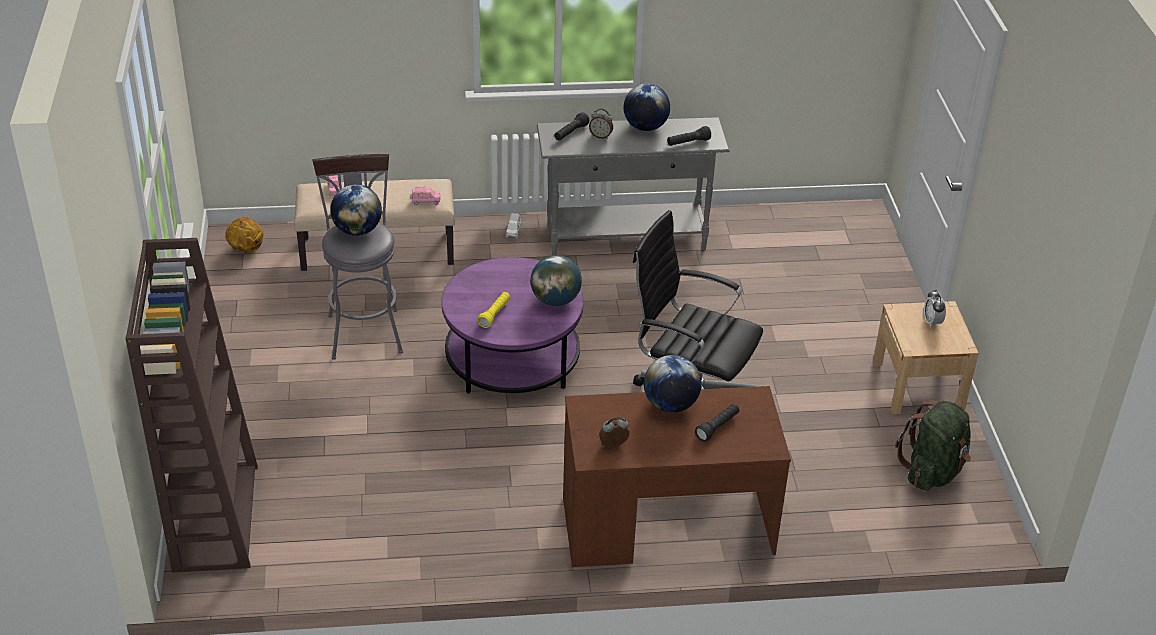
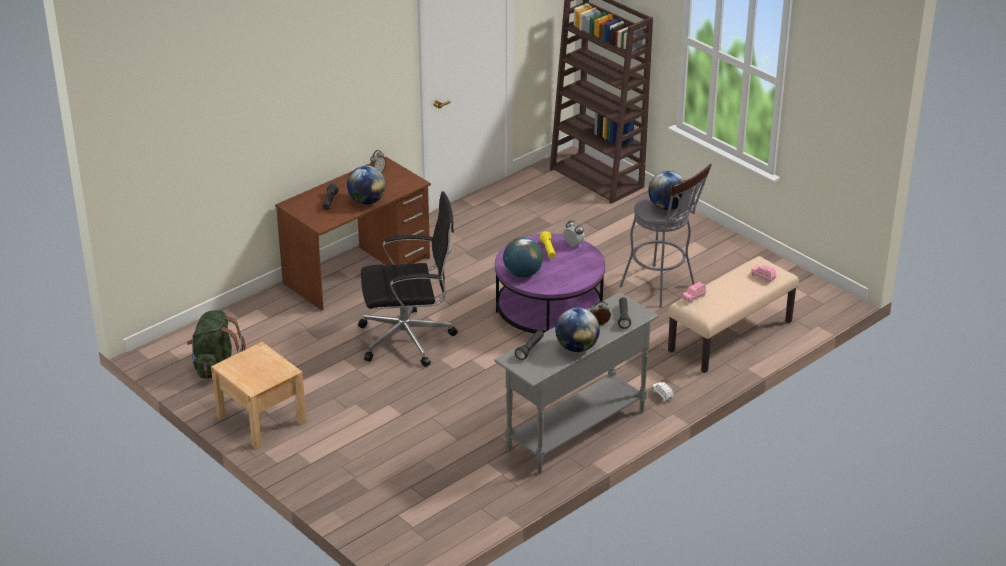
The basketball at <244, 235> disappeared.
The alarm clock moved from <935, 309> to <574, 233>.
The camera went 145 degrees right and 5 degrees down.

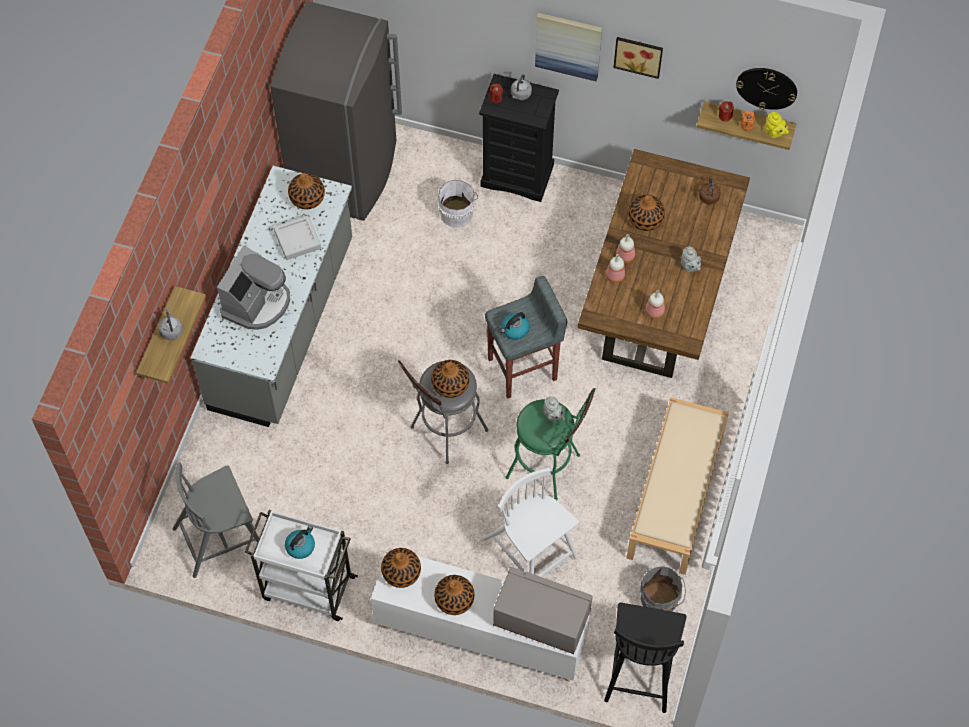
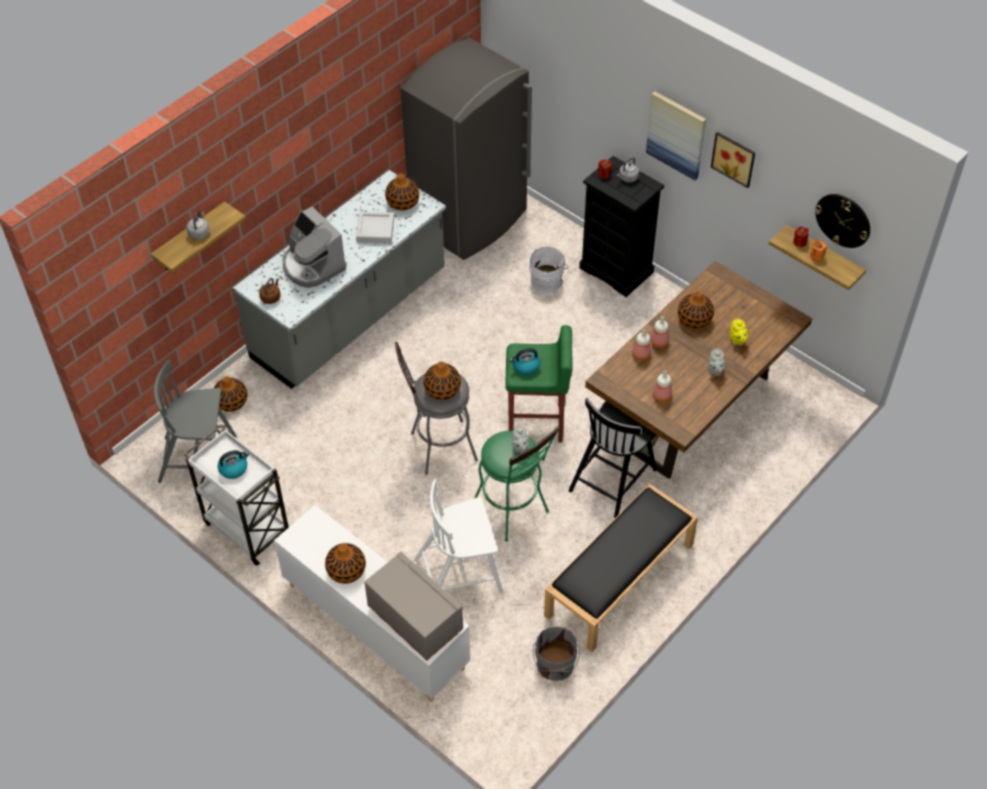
The yellow teapot moved from <777, 125> to <739, 331>.
The brown kettle moved from <709, 190> to <269, 291>.
The coffee machine at <253, 288> turned 90 degrees clockwise.
The grey stool at <526, 337> became the green stool at <539, 383>.
The beige bench at <677, 486> became the black bench at <621, 568>.
The white chair at <531, 522> turned 90 degrees counterclockwise.
The vase moved from <401, 568> to <230, 394>.
The black chair moved from <645, 657> to <612, 458>.
The camera went 25 degrees right and 10 degrees down.

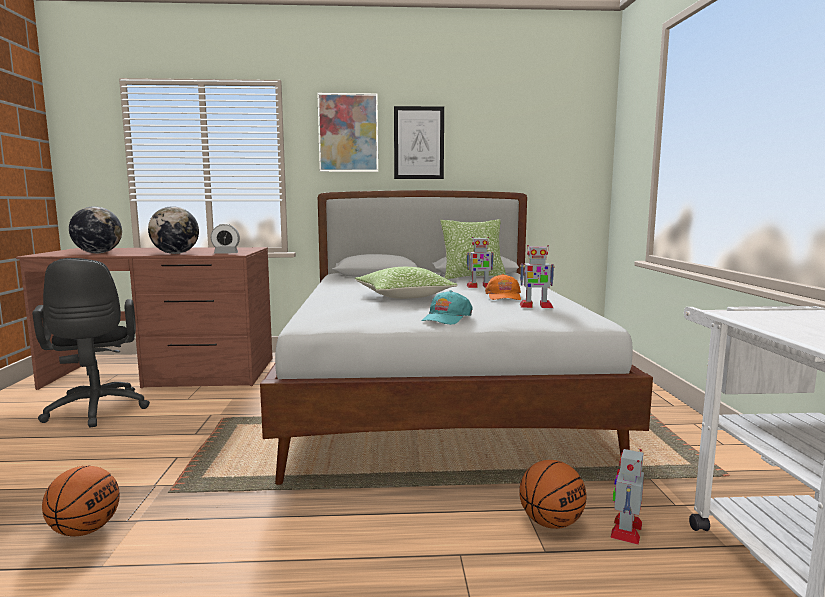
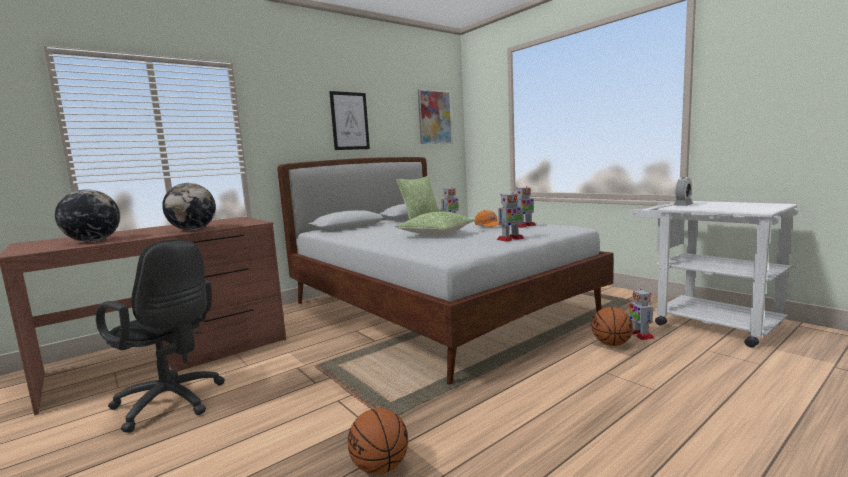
The picture moved from <347, 132> to <435, 116>.
The alarm clock moved from <225, 239> to <683, 191>.
The turquoise cap at <447, 307> was replaced by the toy robot at <511, 218>.
The camera went 35 degrees left and 0 degrees up.

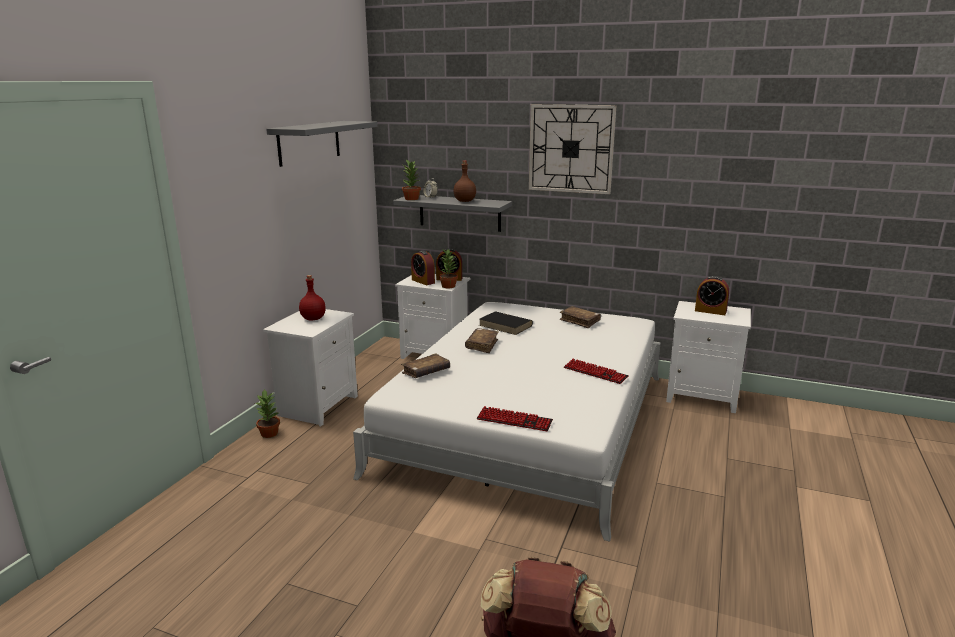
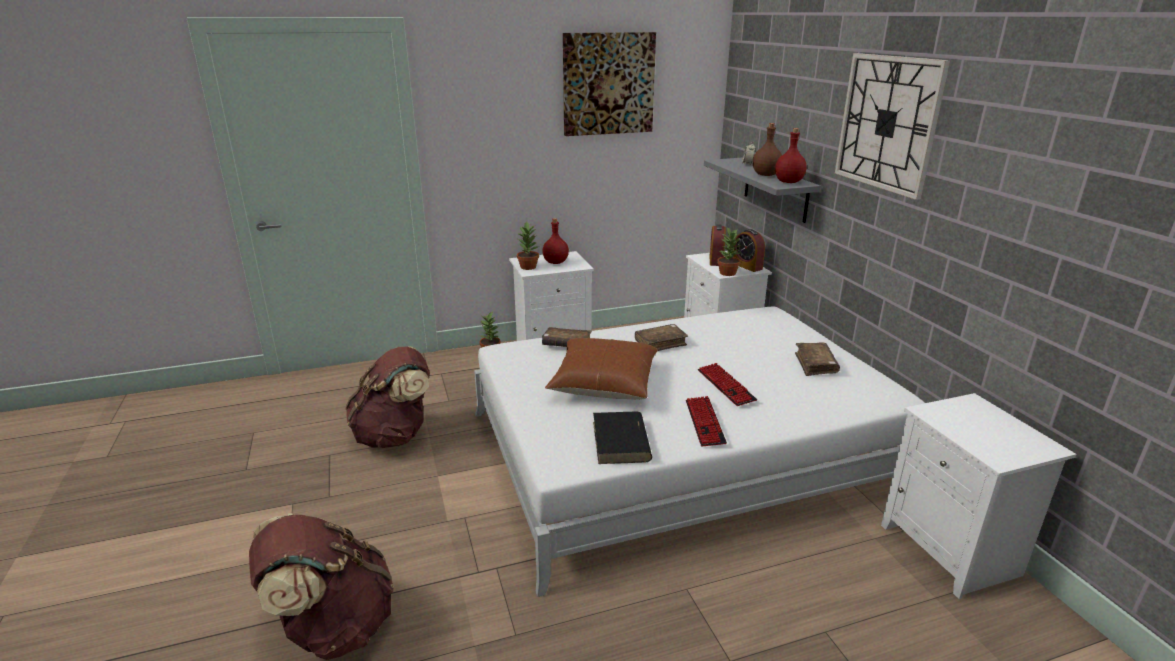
The grey shelf at <322, 144> was replaced by the picture at <609, 84>.
The potted plant moved from <411, 180> to <528, 246>.
The alarm clock at <712, 295> disappeared.
The black book moved from <506, 323> to <622, 437>.
The keyboard moved from <514, 418> to <727, 384>.
The red bottle at <791, 155> appeared.
The brown pillow at <601, 369> appeared.
The brown backpack at <388, 397> appeared.
The camera went 50 degrees right and 5 degrees up.

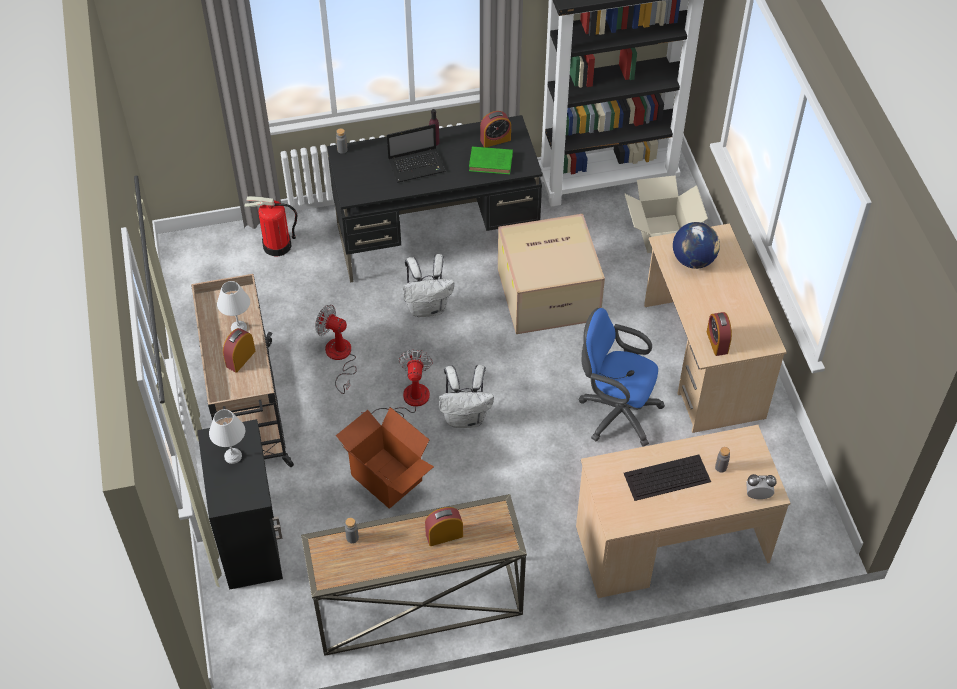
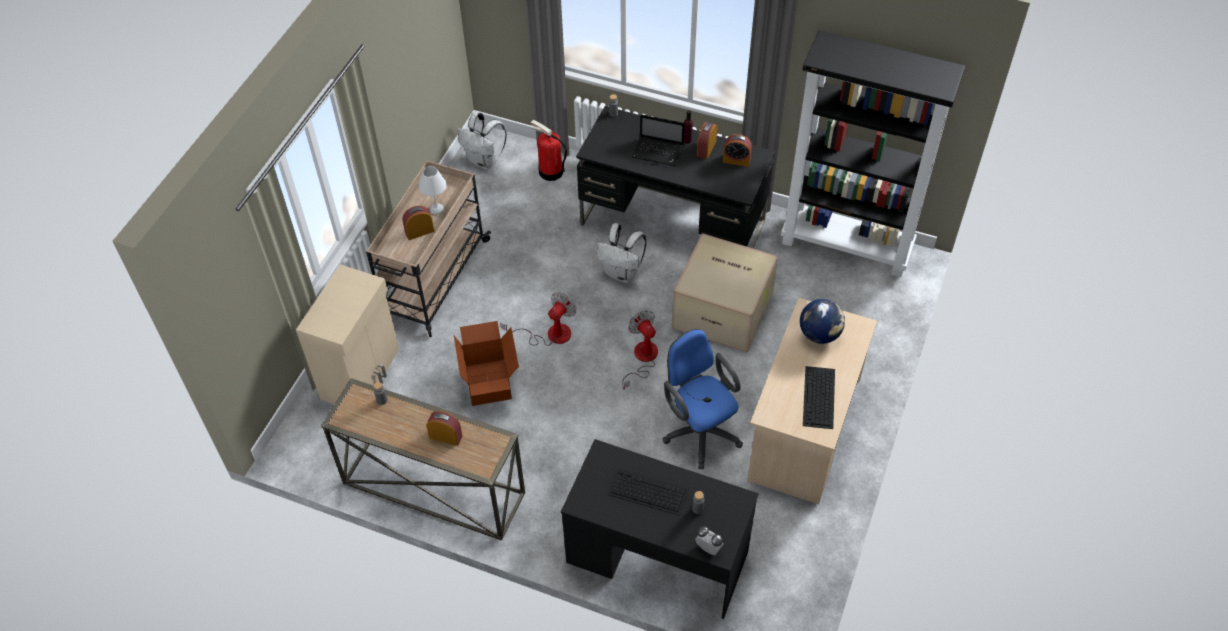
The green book at <491, 160> disappeared.
The cardboard box at <666, 214> disappeared.
The fan moved from <336, 349> to <640, 350>.
The alarm clock moved from <719, 334> to <707, 140>.
The white backpack moved from <466, 396> to <482, 141>.
The white table lamp at <227, 436> disappeared.
The black cabinet at <240, 504> became the beige cabinet at <347, 334>.
The beige desk at <683, 511> became the black desk at <660, 529>.
The keyboard at <819, 397> appeared.
The camera went 35 degrees right and 0 degrees up.

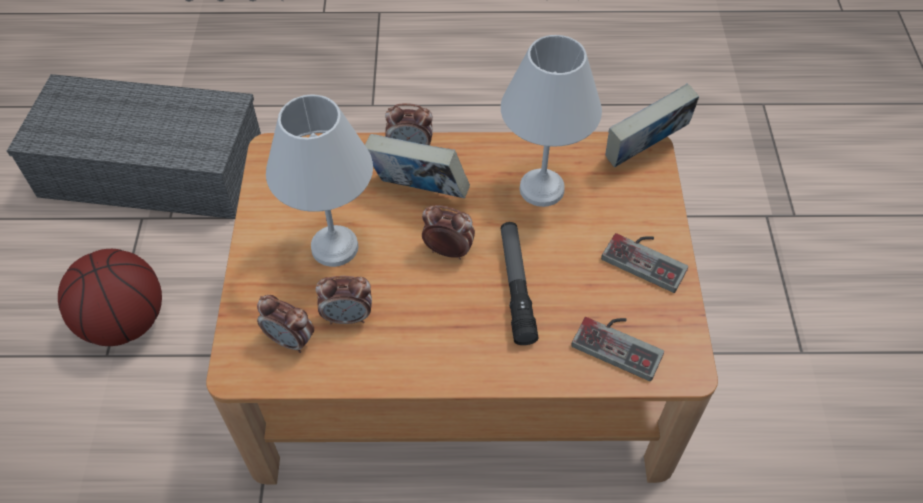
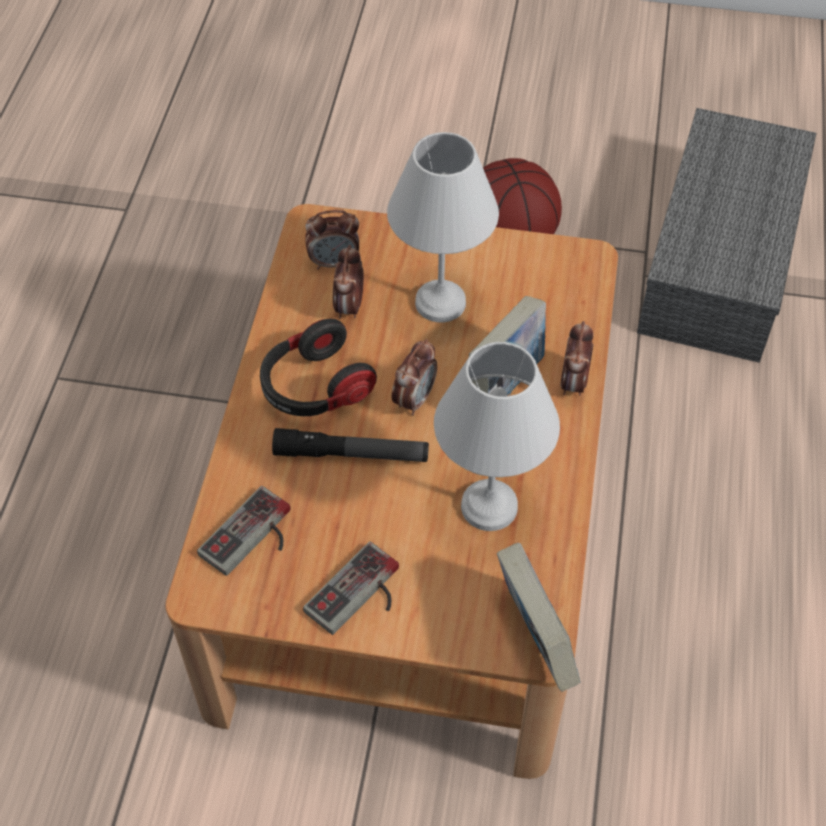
The alarm clock at <285, 324> turned 135 degrees counterclockwise.
The headphones at <318, 367> appeared.
The camera went 100 degrees right and 0 degrees up.

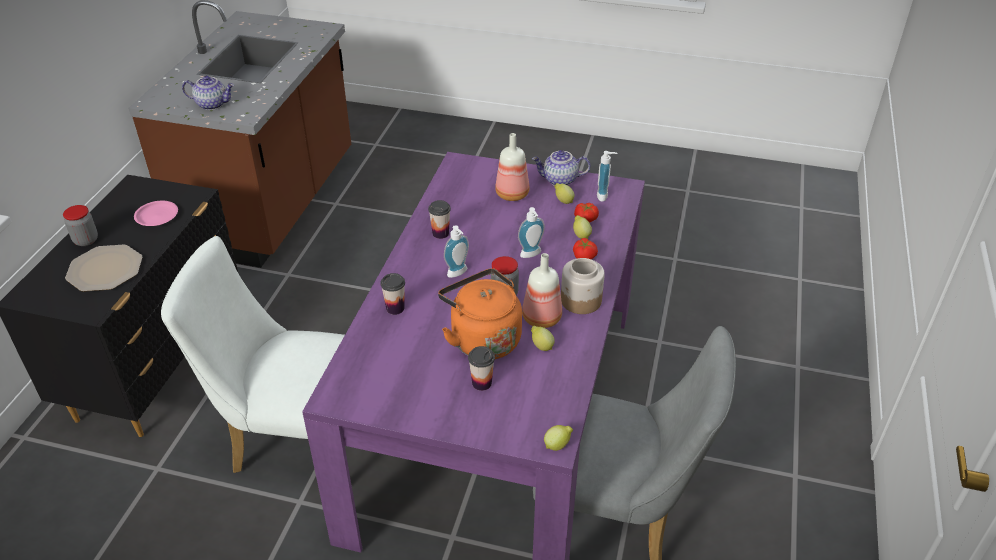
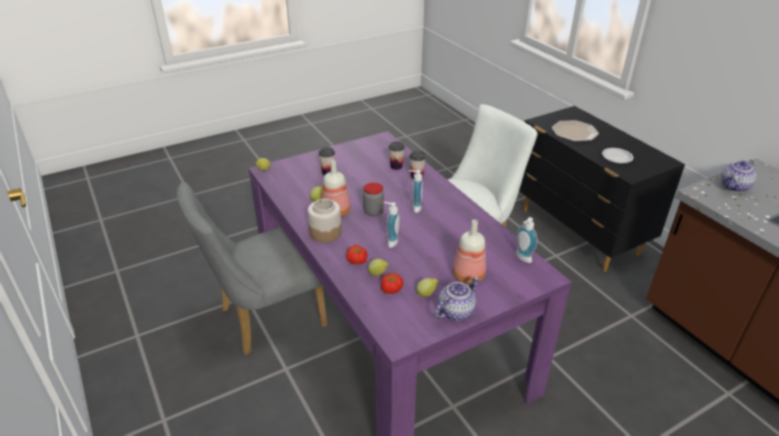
The soap dispenser moved from <607, 176> to <527, 240>.
The cup moved from <439, 219> to <397, 156>.
The pink plate at <156, 213> became the white plate at <618, 155>.
The jar at <80, 225> disappeared.
The orange kettle at <480, 313> disappeared.
The camera went 135 degrees right and 5 degrees down.

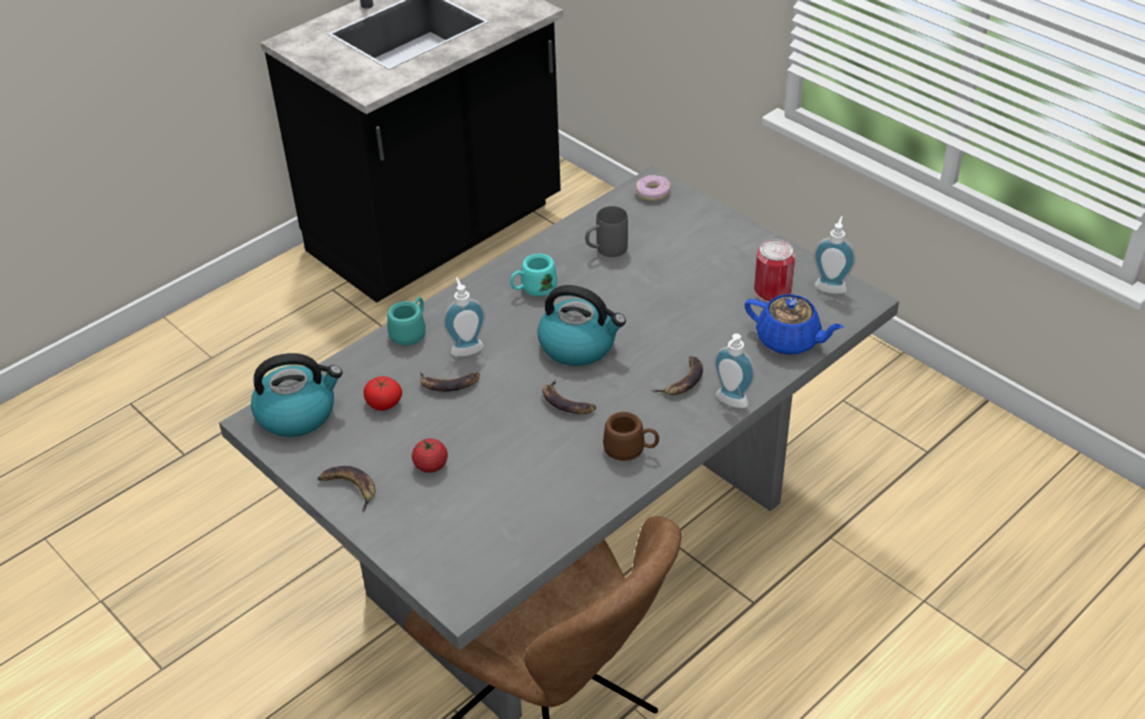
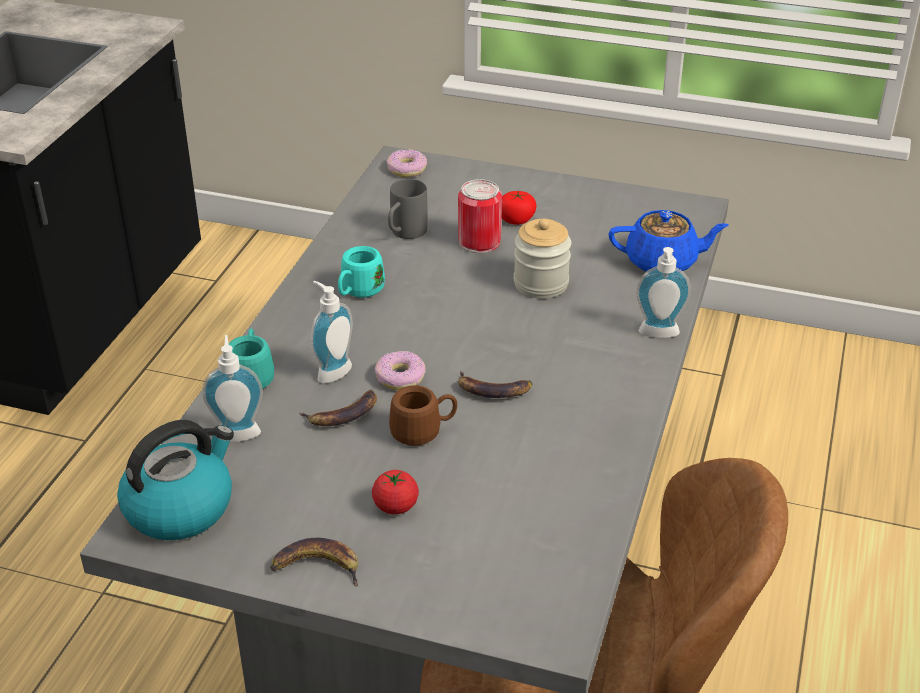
The soap dispenser moved from <834, 255> to <232, 388>.
The can moved from <774, 270> to <480, 216>.
The kettle at <581, 325> disappeared.
The banana at <677, 375> disappeared.
The tomato moved from <382, 393> to <519, 208>.
The brown mug moved from <631, 436> to <423, 415>.
The jar at <542, 258> appeared.
The donut at <400, 370> appeared.
The camera went 30 degrees left and 5 degrees down.

